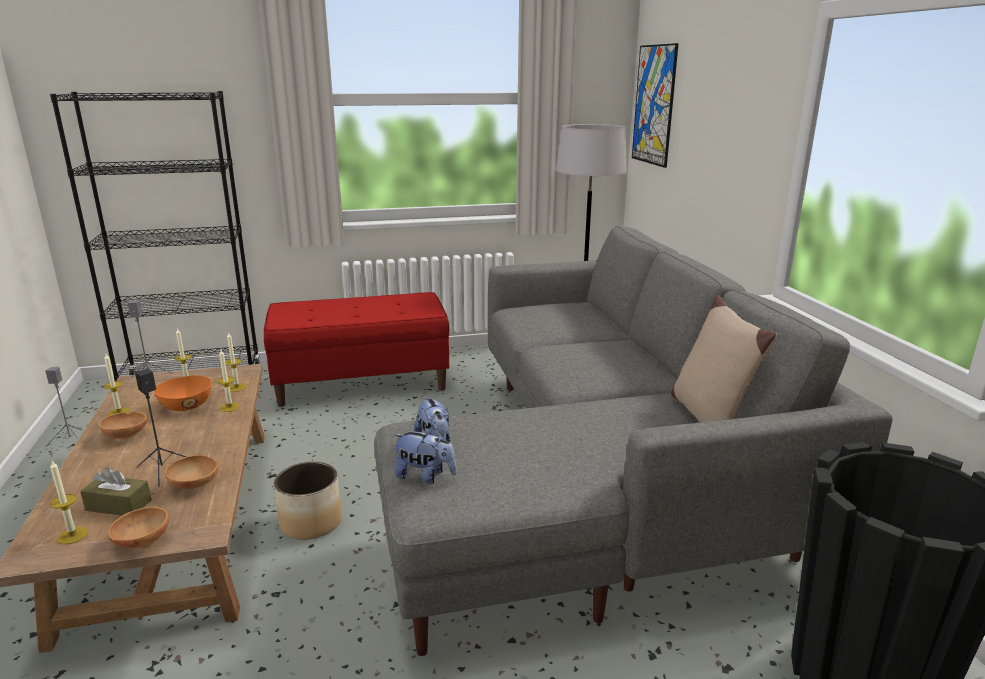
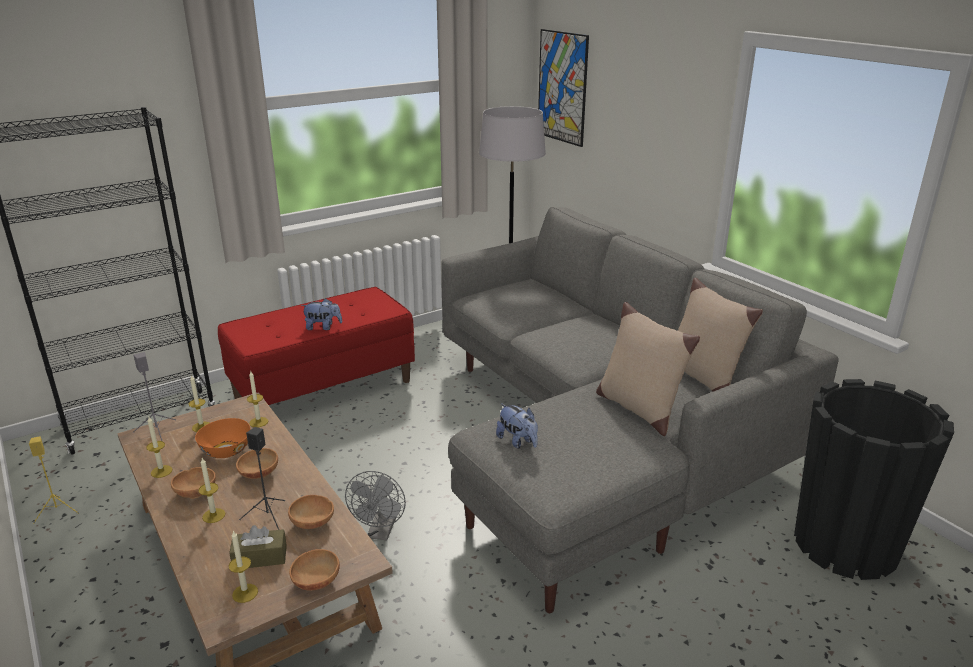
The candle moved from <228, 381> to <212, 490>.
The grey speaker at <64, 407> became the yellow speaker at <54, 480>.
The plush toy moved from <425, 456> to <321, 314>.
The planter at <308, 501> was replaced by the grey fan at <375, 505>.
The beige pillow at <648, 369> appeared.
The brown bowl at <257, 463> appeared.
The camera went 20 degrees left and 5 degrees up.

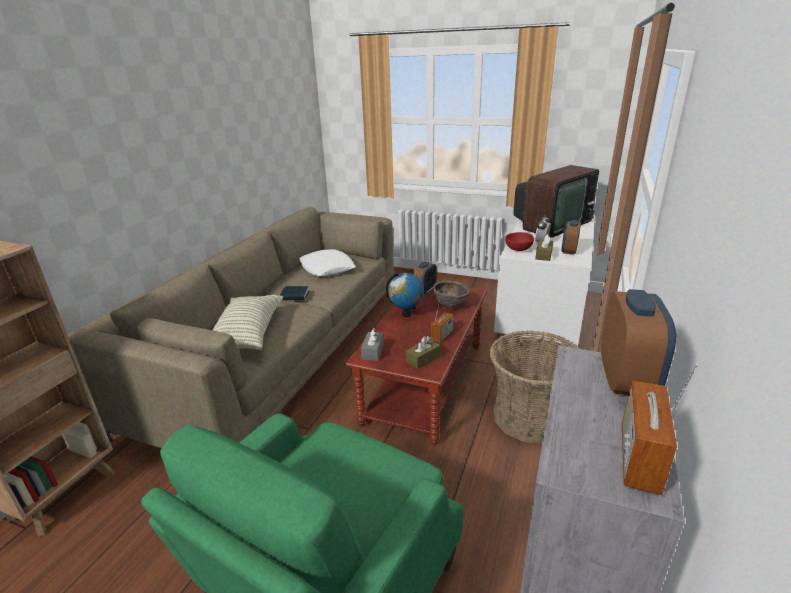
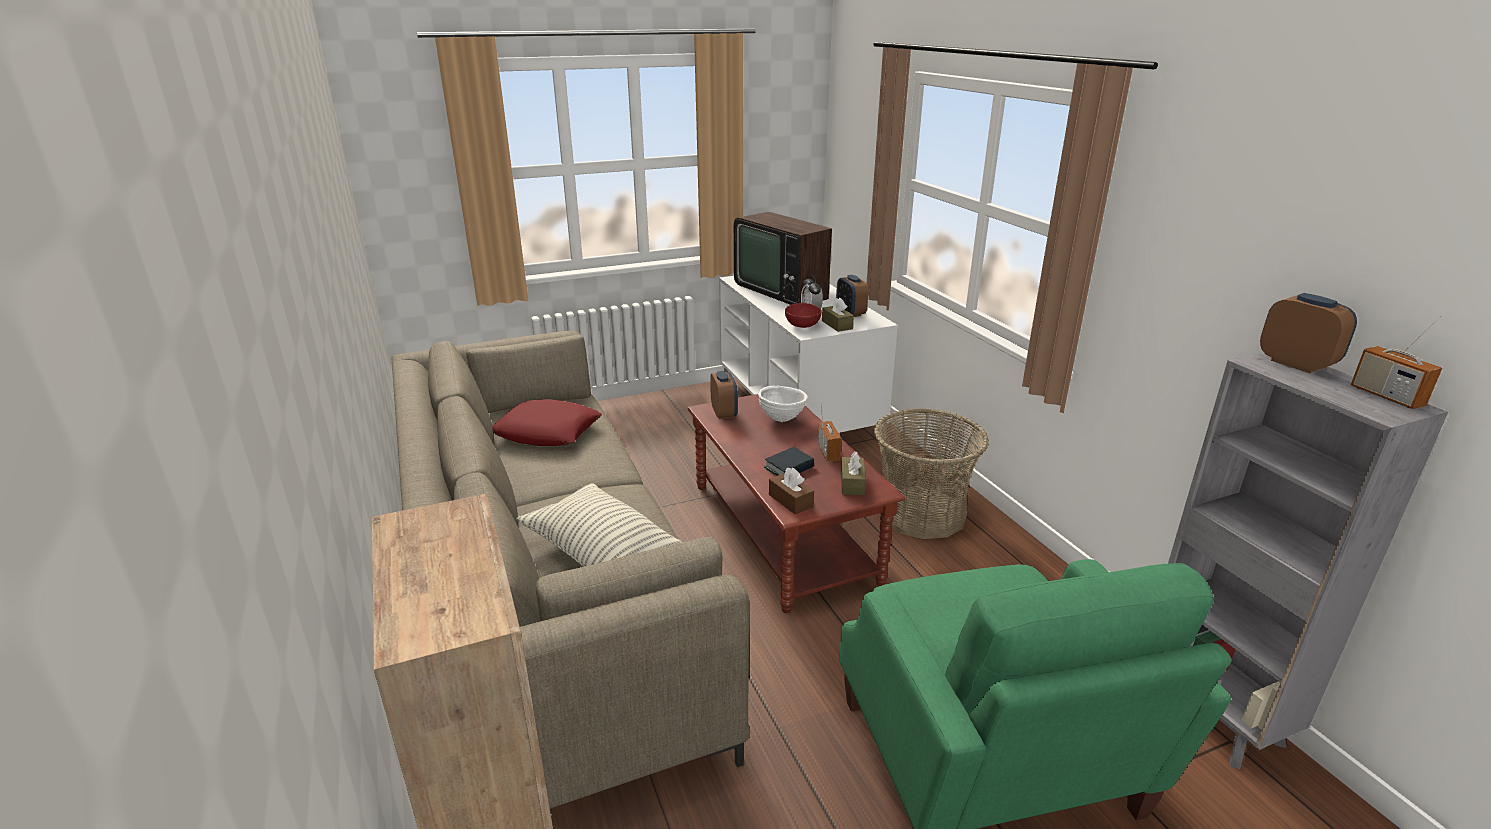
The television at <556, 201> turned 135 degrees clockwise.
The white pillow at <328, 262> became the red pillow at <547, 422>.
The globe at <405, 295> disappeared.
The brown bowl at <451, 294> became the white bowl at <783, 403>.
The book moved from <294, 293> to <789, 461>.
The grey tissue box at <372, 344> became the brown tissue box at <791, 491>.
The camera went 45 degrees left and 0 degrees up.

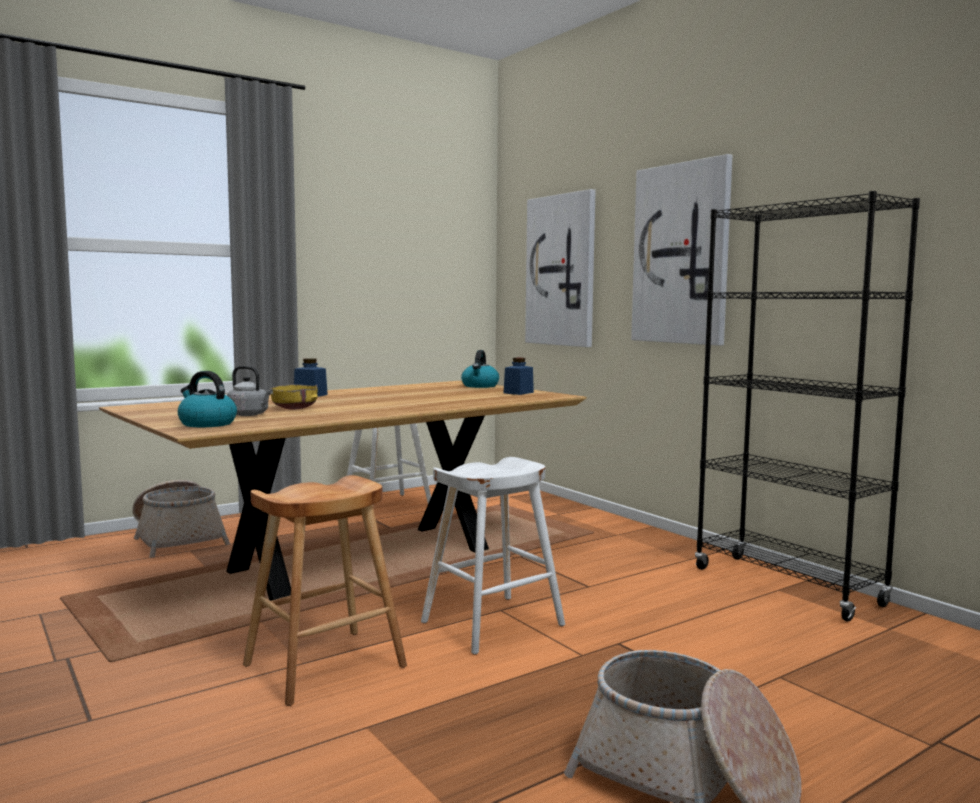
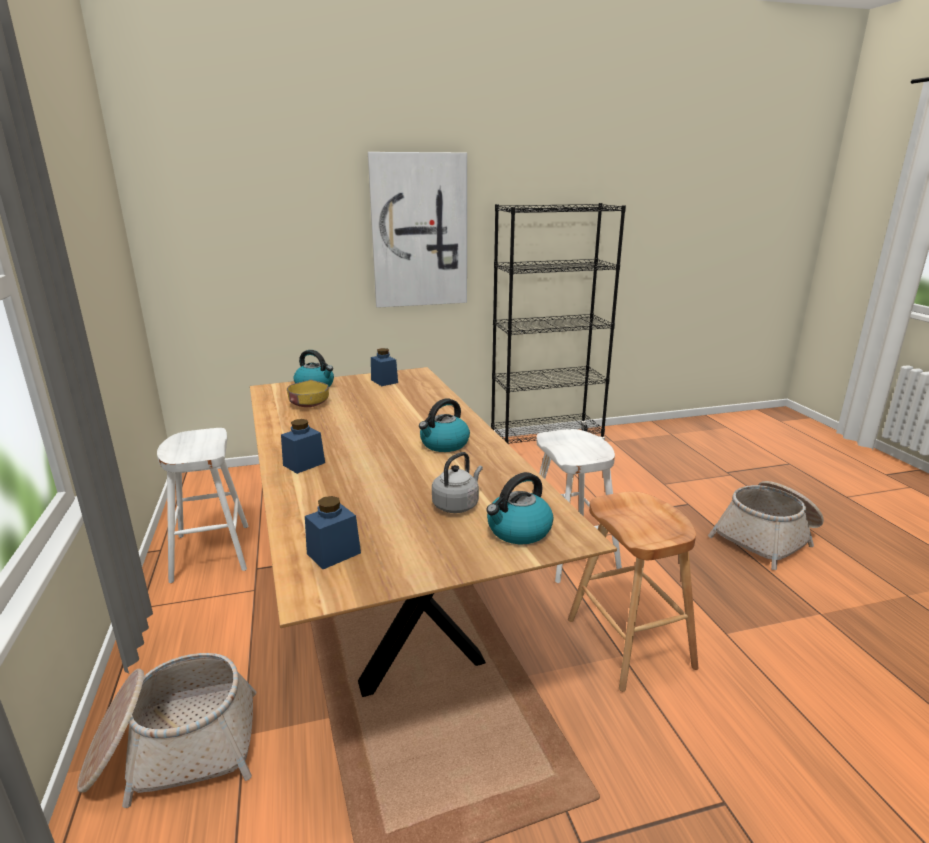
The picture at <560, 268> disappeared.
The yellow bowl moved from <294, 397> to <308, 393>.
The kettle at <444, 425> appeared.
The blue jar at <333, 532> appeared.
The camera went 70 degrees left and 15 degrees up.

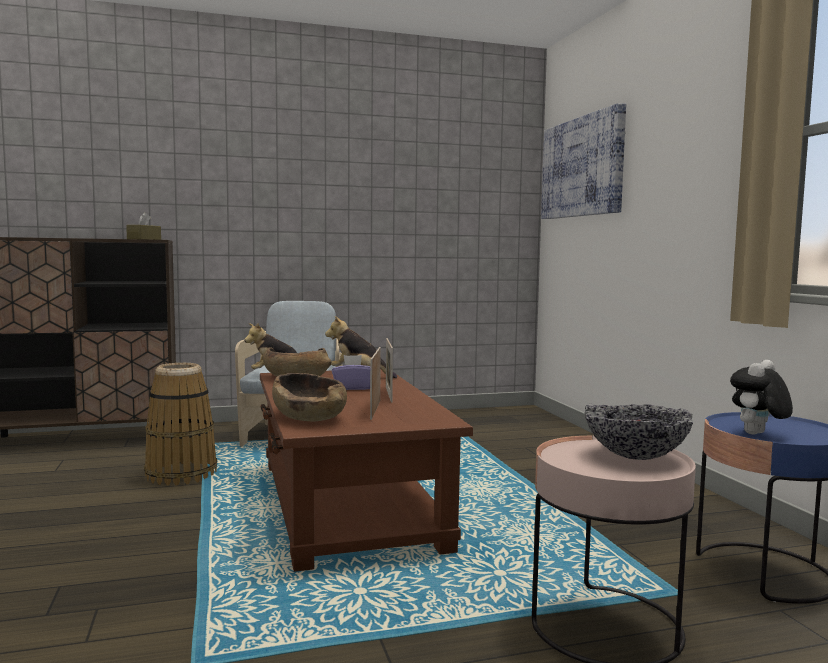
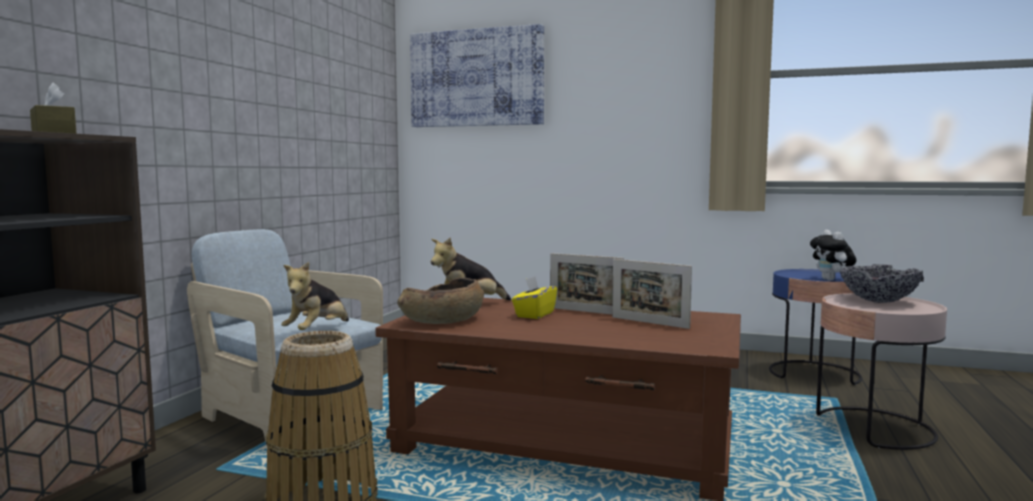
The purple tissue box at <351, 372> became the yellow tissue box at <534, 297>.
The brown bowl at <309, 397> disappeared.
The camera went 55 degrees left and 0 degrees up.

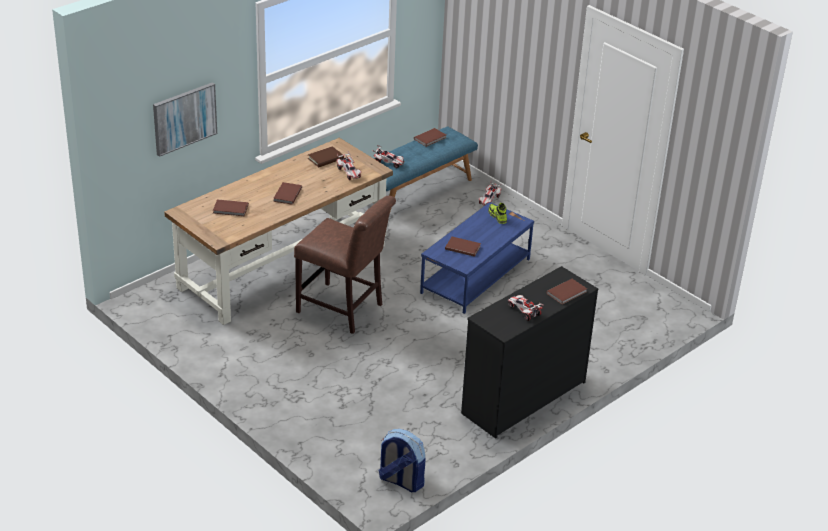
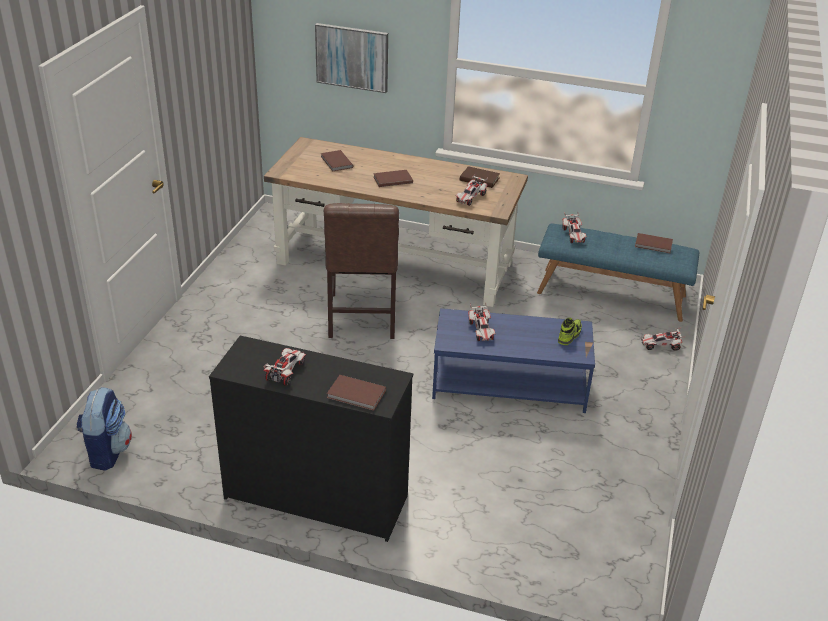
The brown book at <463, 247> was replaced by the toy car at <481, 321>.
The camera went 60 degrees right and 0 degrees up.

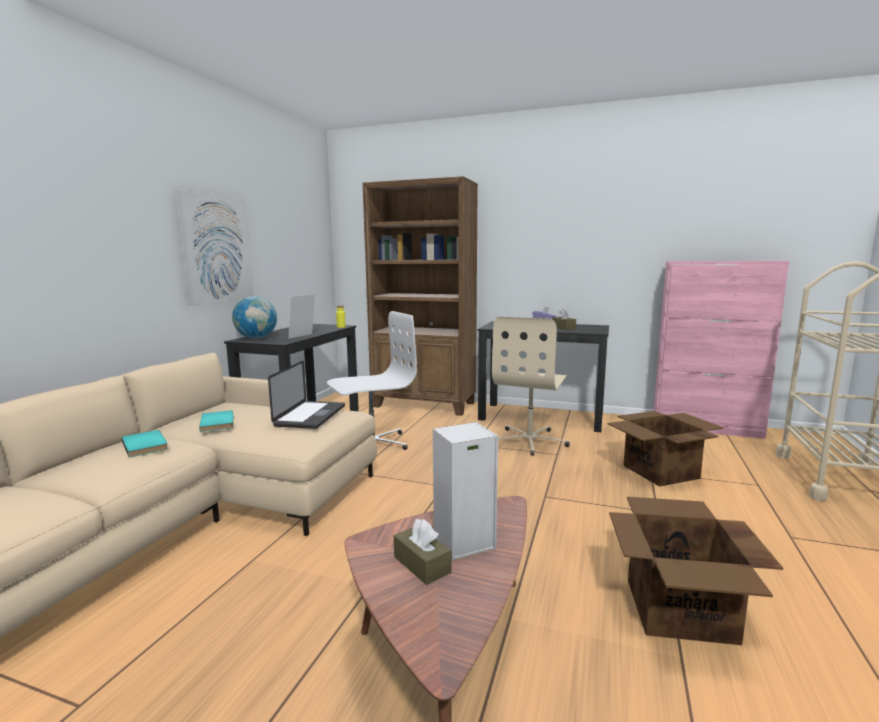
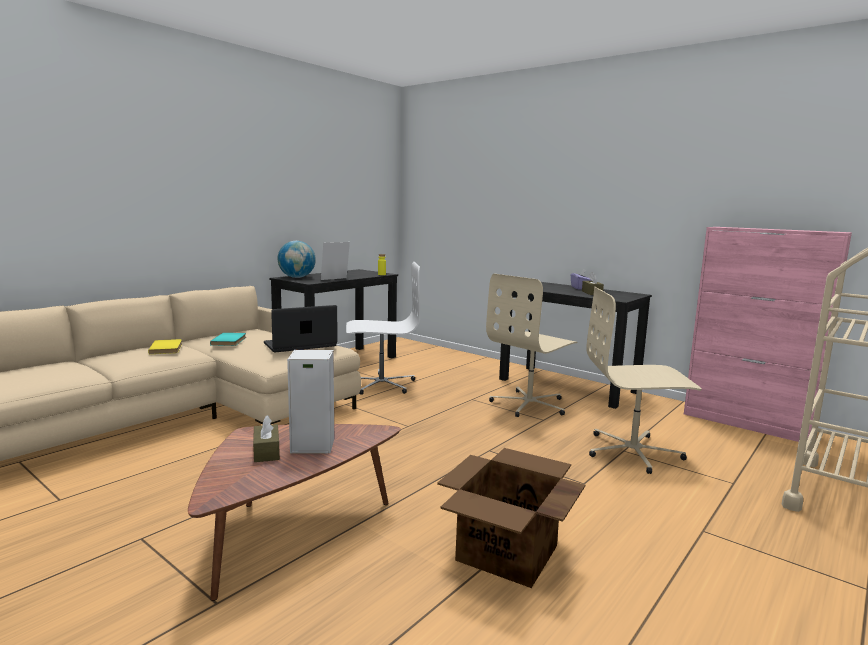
The brown bookcase at <420, 296> disappeared.
The picture at <214, 247> disappeared.
The laptop at <306, 395> turned 150 degrees counterclockwise.
The cardboard box at <666, 449> was replaced by the beige office chair at <644, 380>.
The turquoise book at <145, 444> became the yellow book at <165, 346>.
The camera went 20 degrees right and 0 degrees up.

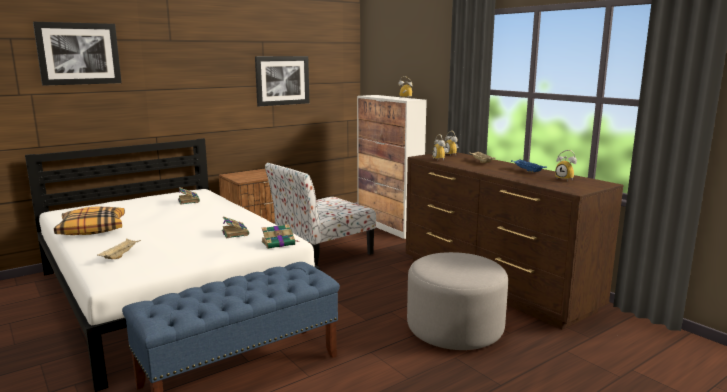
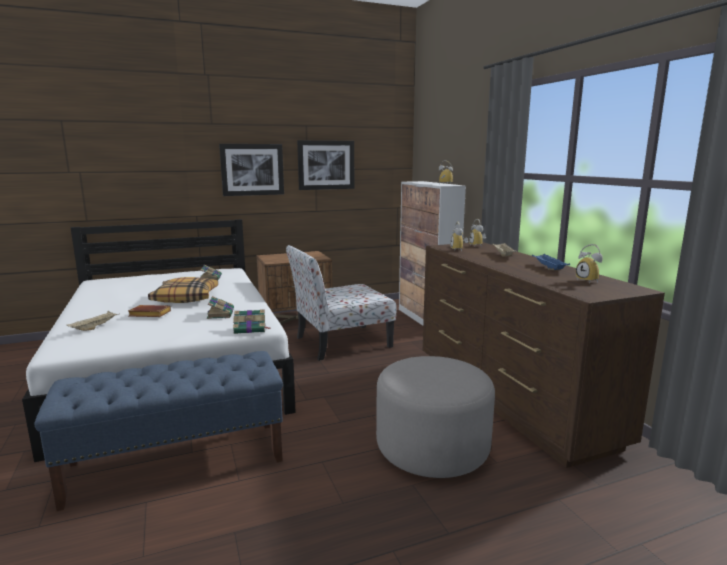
The picture moved from <77, 54> to <251, 170>.
The pillow moved from <89, 220> to <183, 290>.
The brown book at <149, 311> appeared.
The camera went 15 degrees right and 0 degrees up.

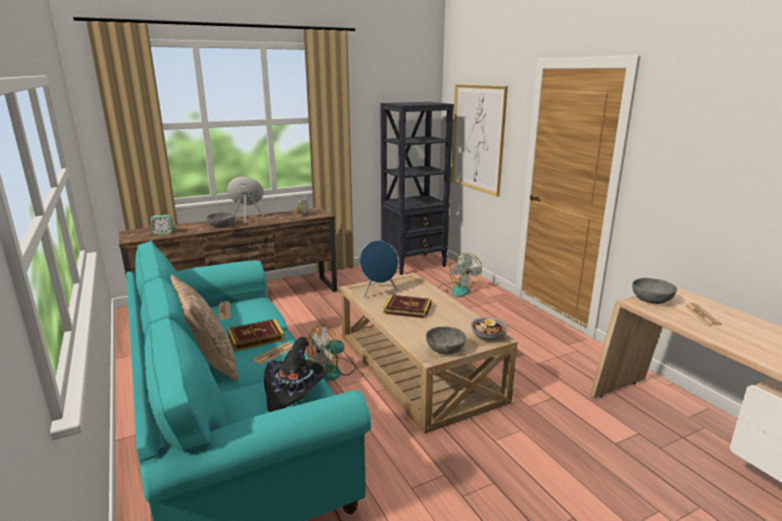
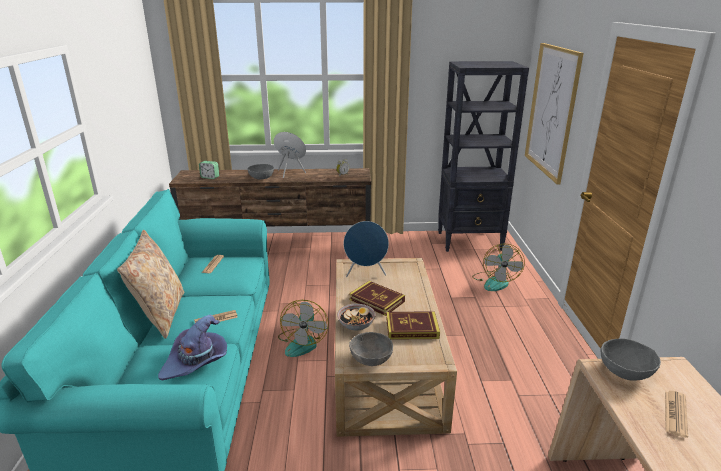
The bowl moved from <490, 329> to <356, 317>.
The book moved from <256, 335> to <413, 325>.
The fan at <332, 352> turned 75 degrees counterclockwise.
The black hat at <295, 374> became the purple hat at <192, 347>.
The camera went 25 degrees right and 5 degrees up.

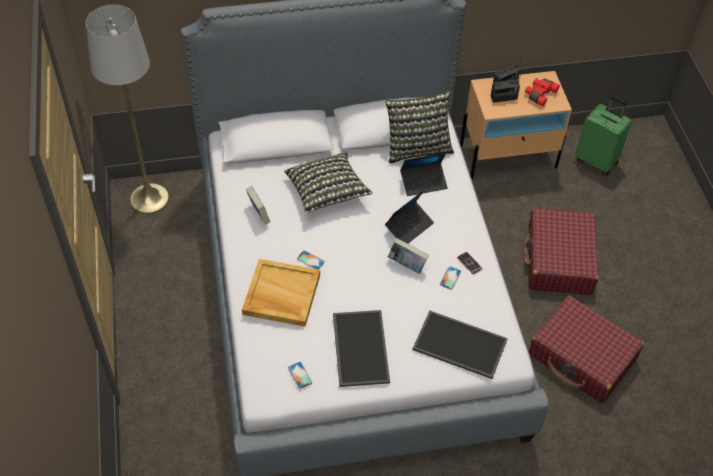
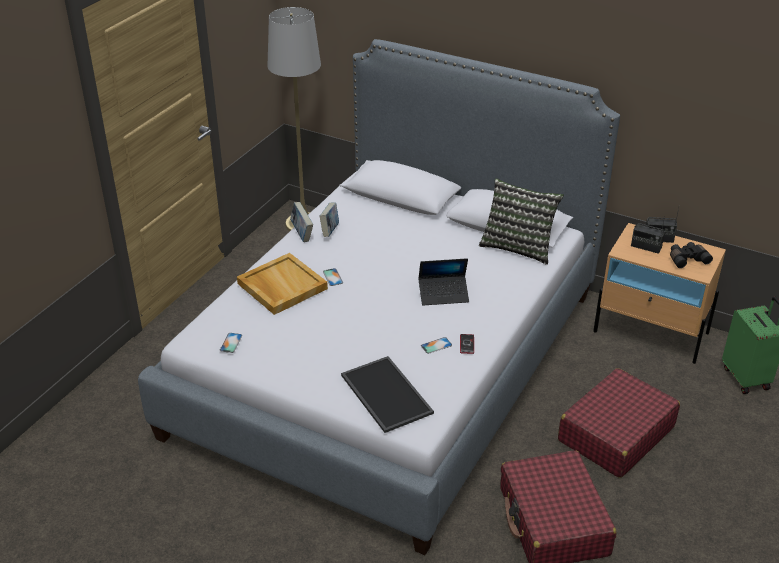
The red binoculars at <542, 92> became the black binoculars at <691, 255>.
The laptop at <424, 174> disappeared.
The pillow at <328, 183> disappeared.
The book moved from <408, 256> to <301, 222>.
The tray at <361, 348> disappeared.
The camera went 40 degrees right and 15 degrees down.

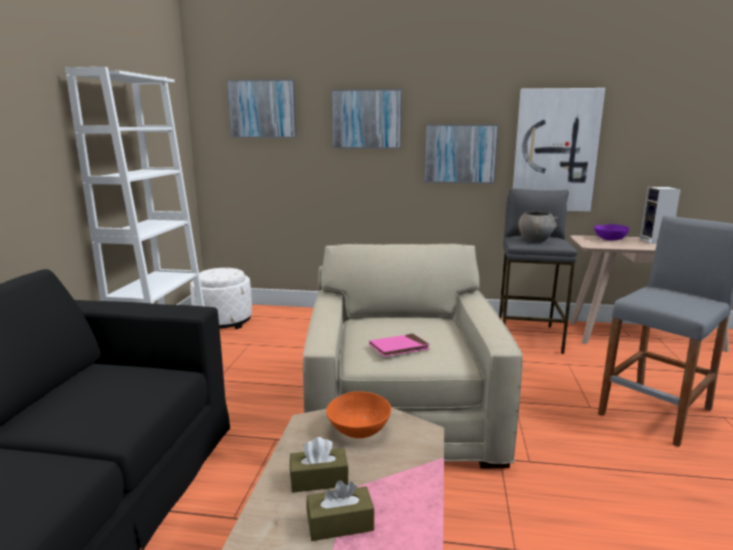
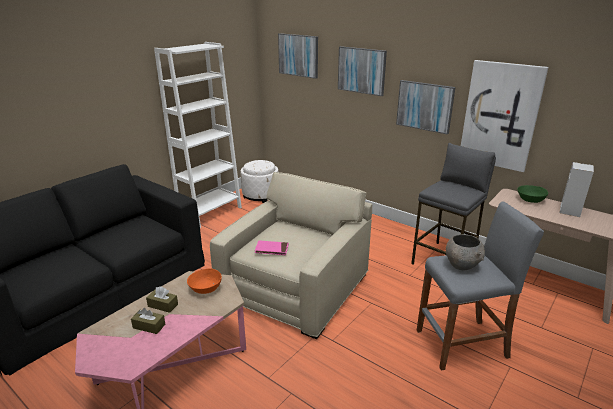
The grey bowl moved from <538, 226> to <465, 252>.
The purple bowl at <611, 232> became the green bowl at <532, 194>.
The camera went 30 degrees right and 10 degrees up.

